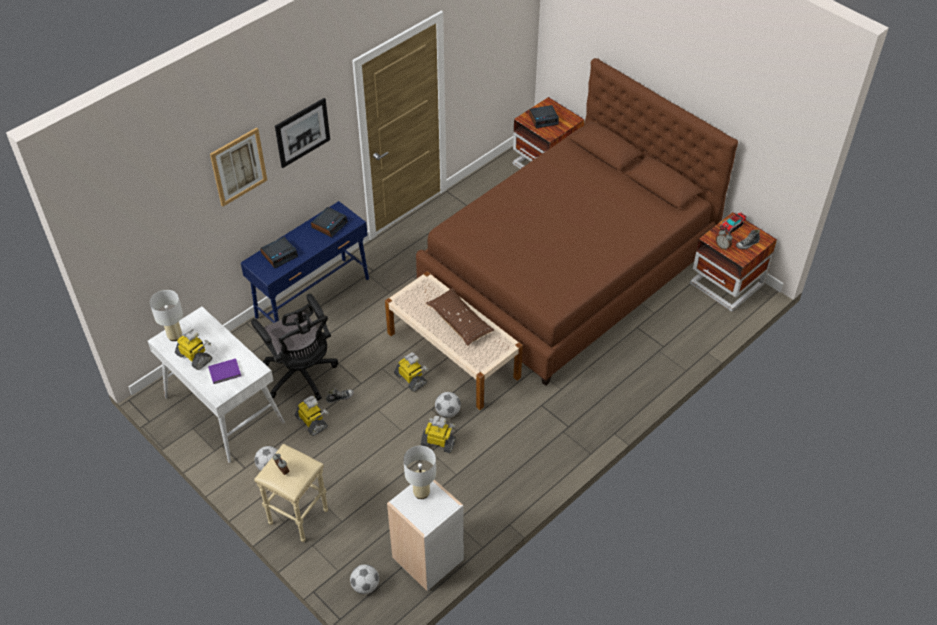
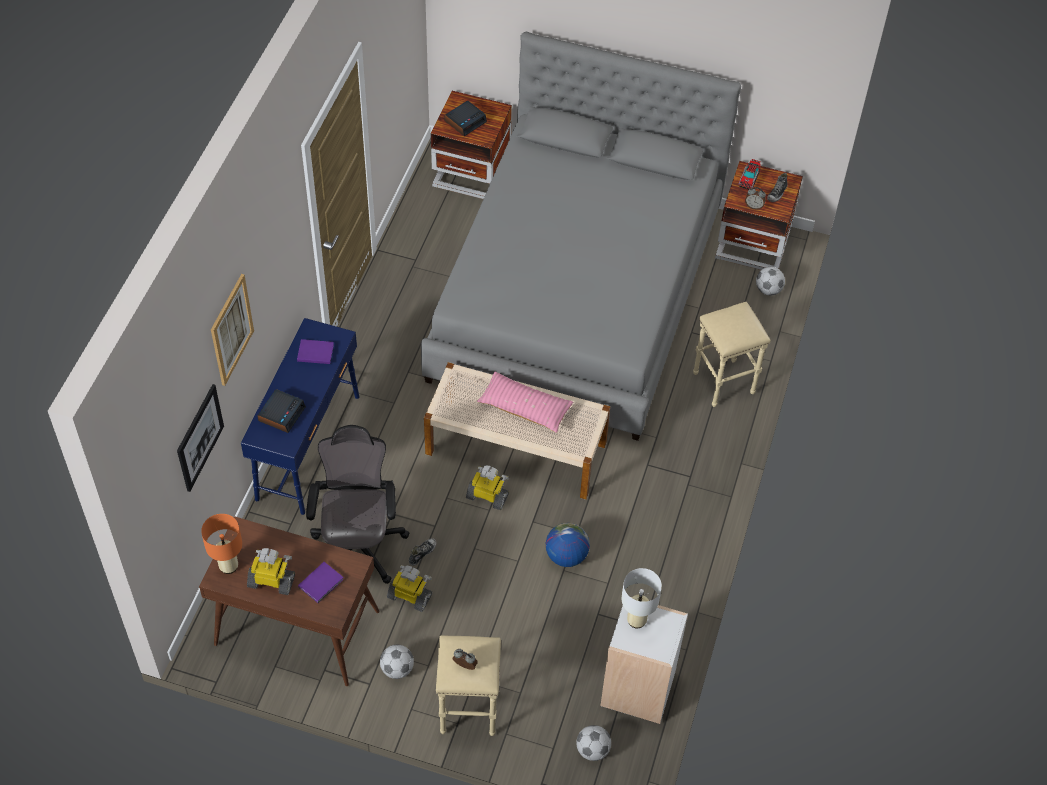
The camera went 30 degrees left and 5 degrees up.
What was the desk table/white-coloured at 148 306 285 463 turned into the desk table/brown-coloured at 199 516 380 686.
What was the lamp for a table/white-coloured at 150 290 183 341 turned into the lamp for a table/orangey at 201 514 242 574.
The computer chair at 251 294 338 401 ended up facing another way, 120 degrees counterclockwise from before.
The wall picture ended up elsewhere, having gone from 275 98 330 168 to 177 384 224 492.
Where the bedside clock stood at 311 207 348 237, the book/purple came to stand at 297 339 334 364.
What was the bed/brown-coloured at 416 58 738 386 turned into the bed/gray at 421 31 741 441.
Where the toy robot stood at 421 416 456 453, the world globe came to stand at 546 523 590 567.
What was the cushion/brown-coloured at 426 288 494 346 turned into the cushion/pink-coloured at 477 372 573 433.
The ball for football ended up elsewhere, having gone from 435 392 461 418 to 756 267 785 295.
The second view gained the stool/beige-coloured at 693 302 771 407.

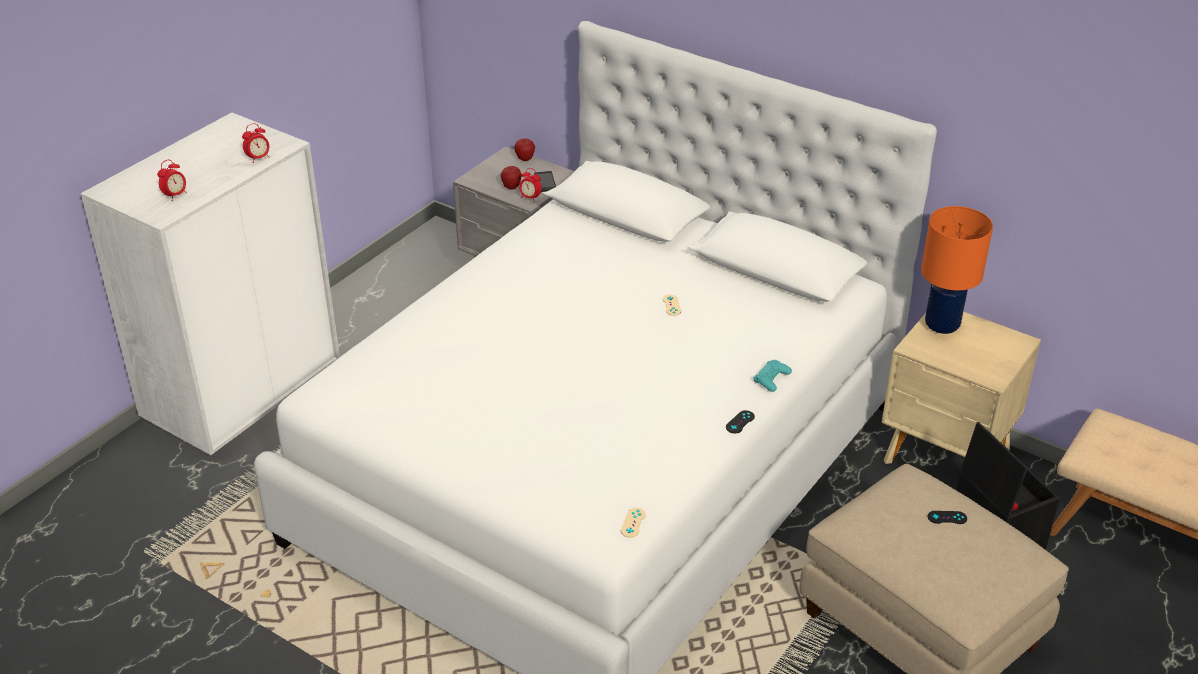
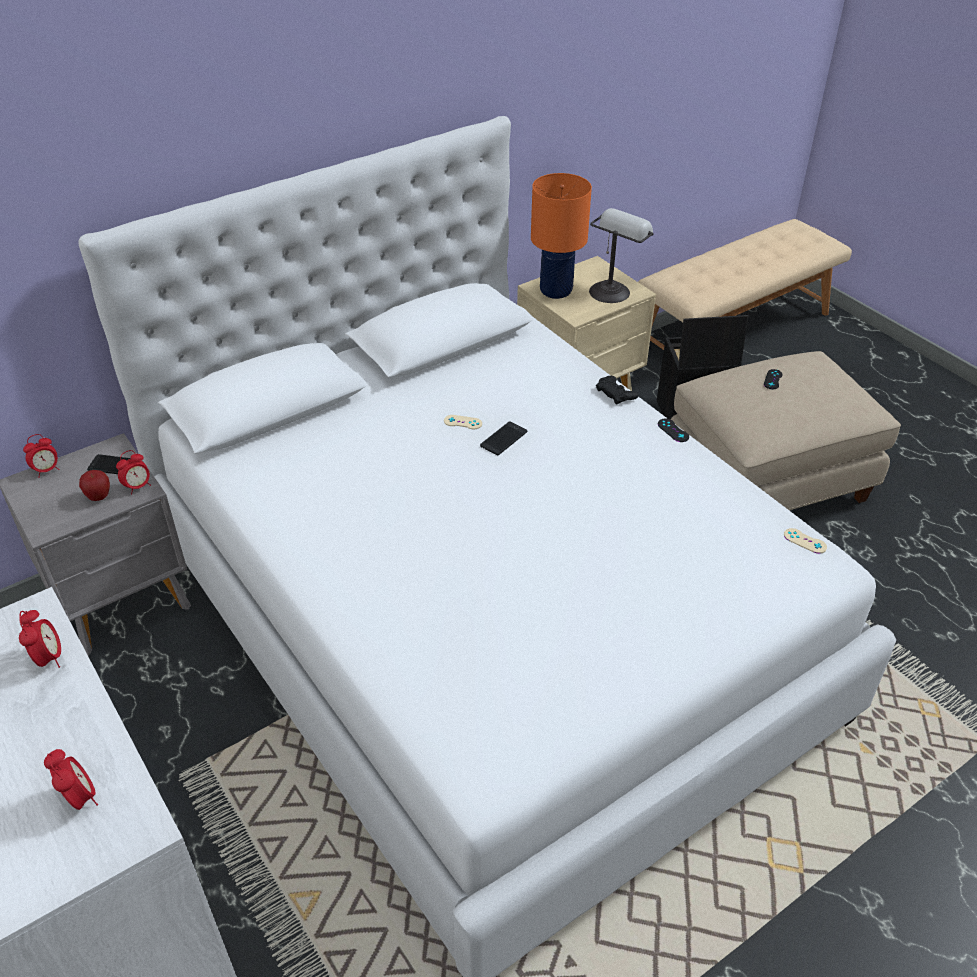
The camera went 70 degrees left and 5 degrees up.
Where the apple stood at 514 139 535 161, the bedside clock came to stand at 23 434 60 478.
What was the gamepad/turquoise at 753 360 792 392 turned into the gamepad/blackish at 596 376 638 405.
The second view gained the handset at 480 421 527 455.
The second view gained the lamp for a table at 589 208 654 303.

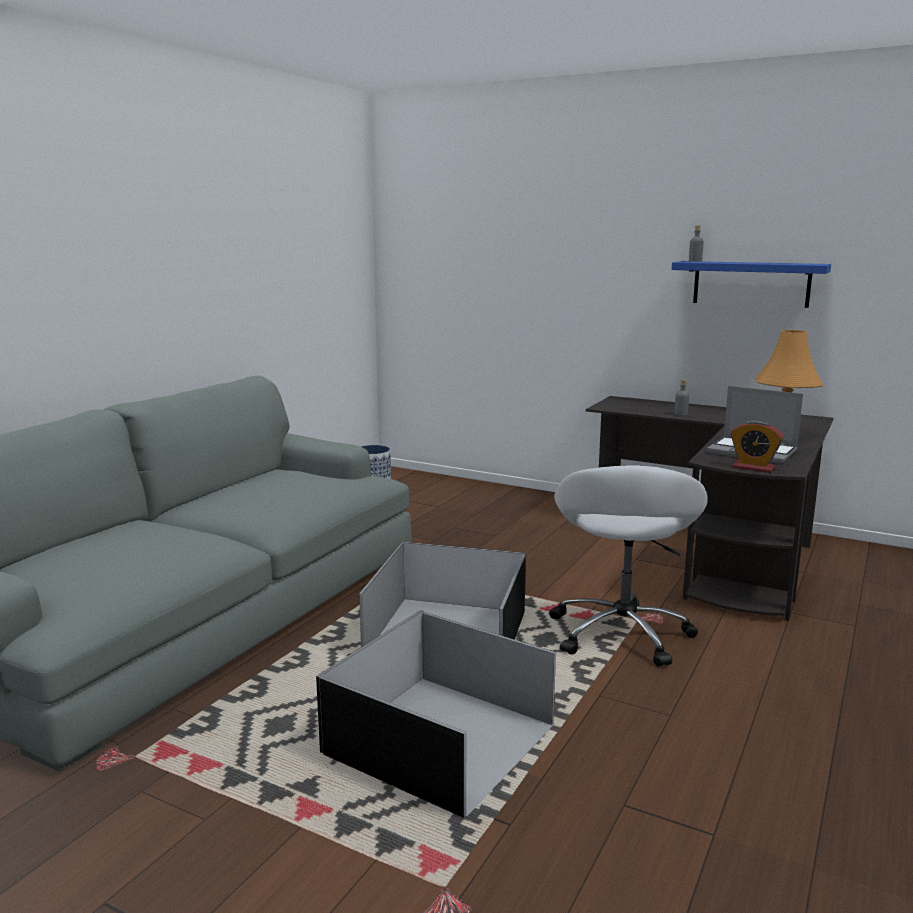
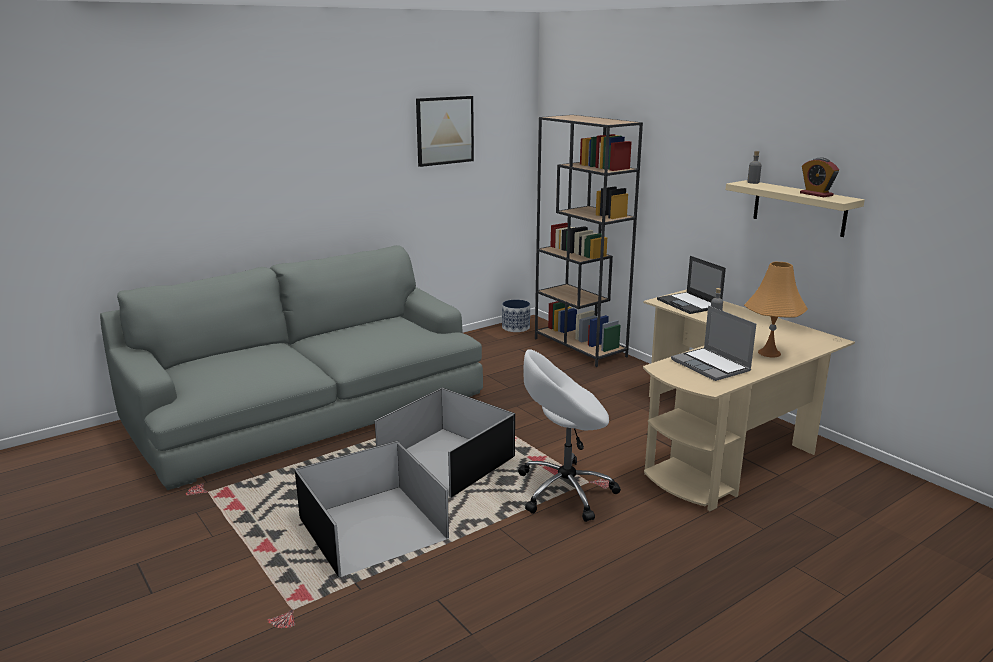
The camera went 25 degrees right and 5 degrees up.
The computer chair/white-coloured at 549 465 708 667 ended up facing another way, 45 degrees clockwise from before.
What was the desk table/blackish at 586 396 834 621 turned into the desk table/beige-coloured at 643 289 855 511.
What was the shelf/blue at 672 261 831 308 turned into the shelf/beige-coloured at 725 180 865 237.
The bedside clock ended up elsewhere, having gone from 731 420 784 473 to 800 158 839 197.
The second view gained the wall picture at 416 96 474 167.
The second view gained the bookshelf at 535 115 643 367.
The second view gained the notebook computer at 657 256 726 314.

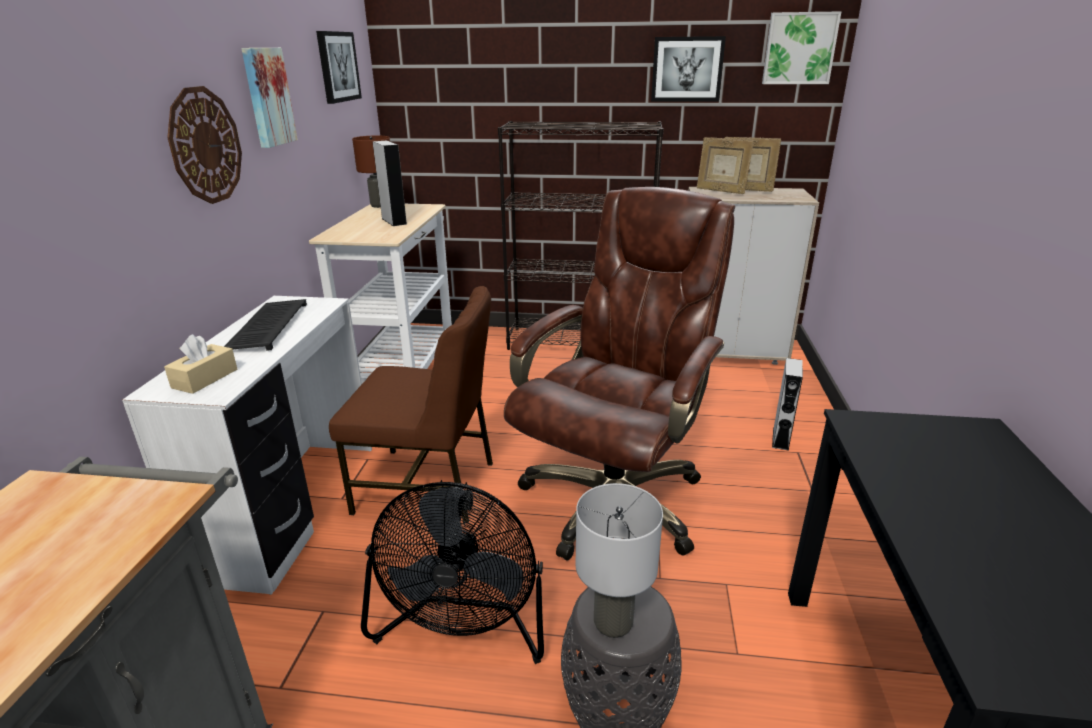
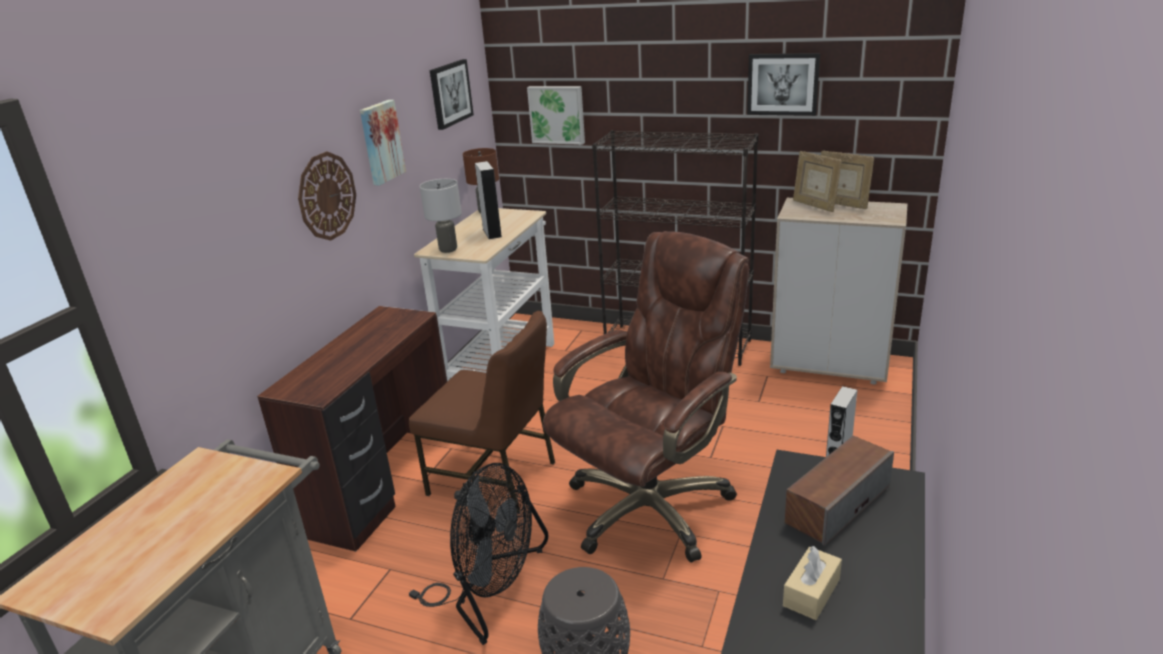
The camera went 15 degrees right and 0 degrees up.
What was the desk table/white-coloured at 122 296 372 595 turned into the desk table/brown-coloured at 257 306 447 552.
The box of tissues/beige-coloured ended up elsewhere, having gone from 164 334 237 394 to 783 546 842 620.
The second view lost the PC keyboard at 224 299 307 351.
The electric fan/blackish at 361 480 544 664 ended up facing another way, 90 degrees counterclockwise from before.
The lamp for a table/white-coloured ended up elsewhere, having gone from 575 483 663 638 to 420 179 462 253.
The wall picture ended up elsewhere, having gone from 762 11 841 84 to 527 86 585 145.
The second view gained the loudspeaker at 785 436 894 546.

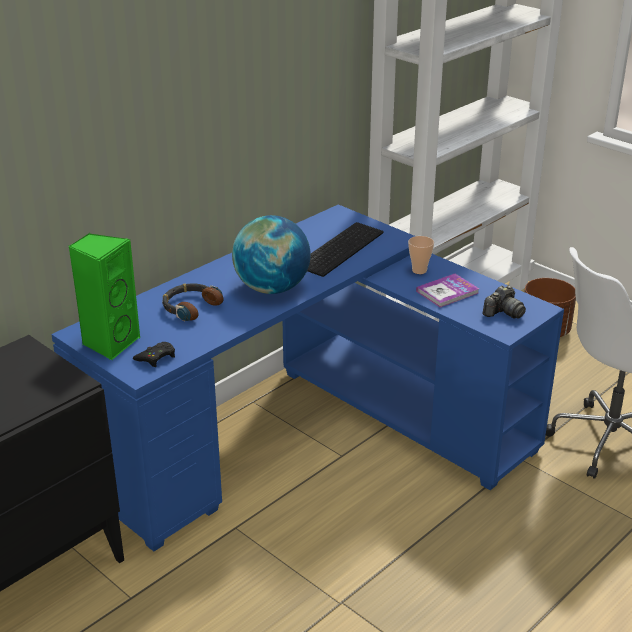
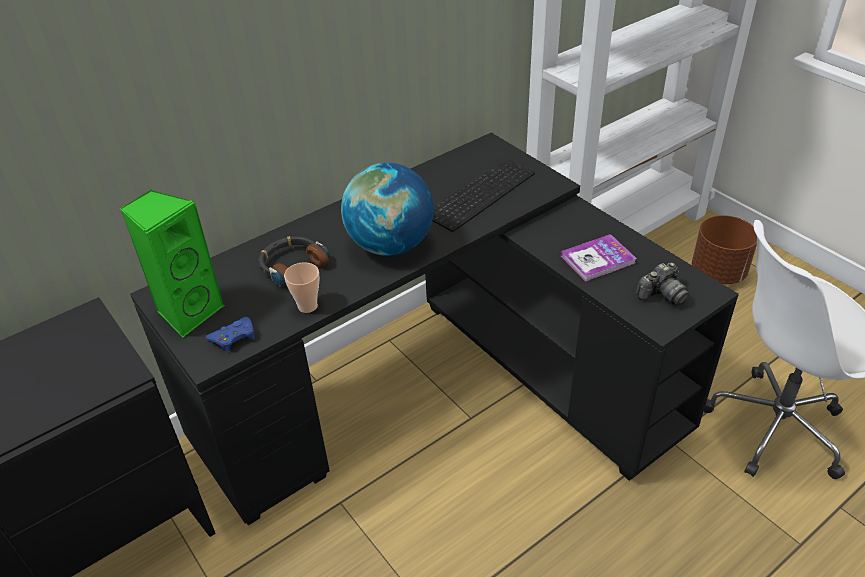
The camera went 10 degrees right and 10 degrees up.
What was the desk table/blue at 51 204 564 552 turned into the desk table/blackish at 130 132 739 525.
What was the gamepad/blackish at 133 342 175 367 turned into the gamepad/blue at 206 317 255 352.
The drinking cup ended up elsewhere, having gone from 408 236 434 274 to 284 262 319 313.

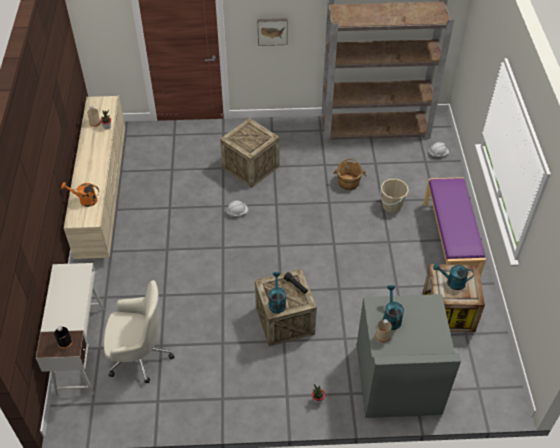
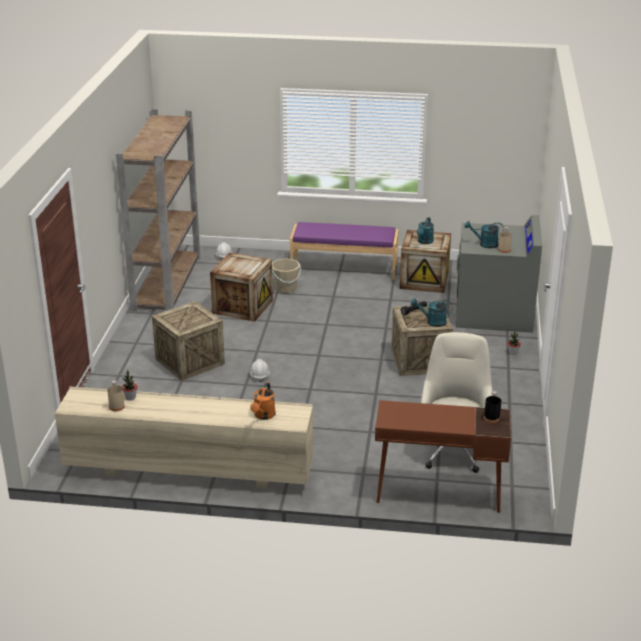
The camera went 80 degrees left and 20 degrees down.
What was the desk table/white-coloured at 36 263 105 396 turned into the desk table/brown-coloured at 375 400 511 513.
The second view lost the wall picture at 257 18 288 46.
Where the bucket/brown-coloured stood at 333 159 366 190, the crate came to stand at 210 253 273 322.

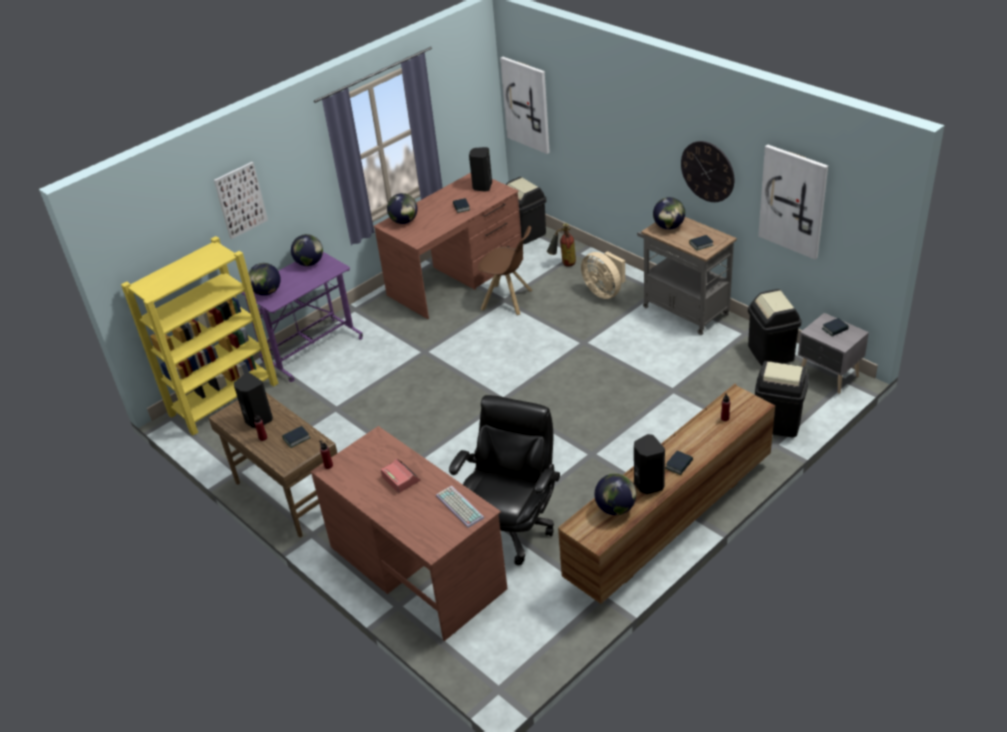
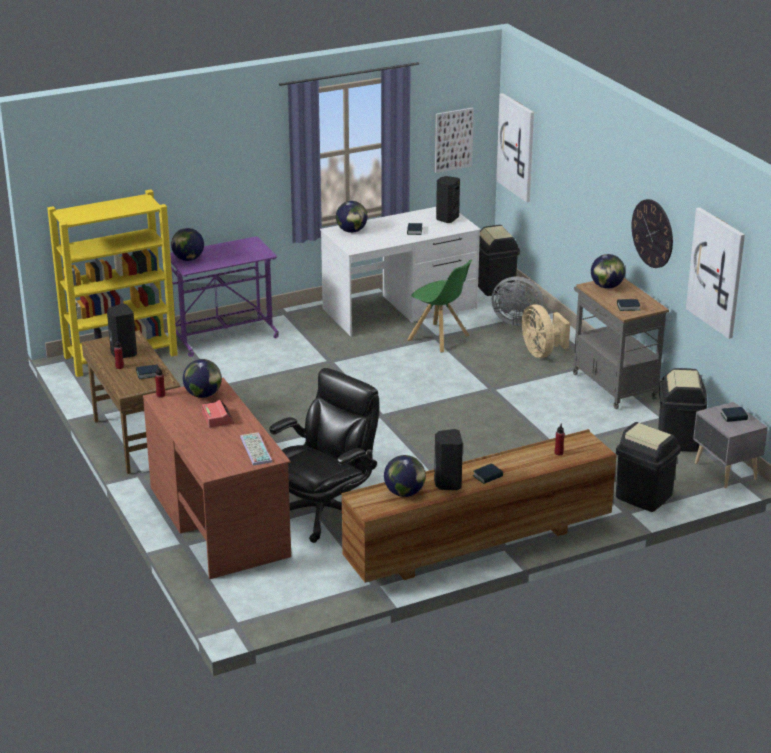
The camera went 15 degrees right and 10 degrees down.
The wall picture ended up elsewhere, having gone from 214 162 268 239 to 435 107 474 173.
The world globe ended up elsewhere, having gone from 291 234 323 266 to 183 359 222 398.
What was the desk table/brown-coloured at 373 173 523 319 turned into the desk table/white-coloured at 320 207 481 336.
What was the plain chair/brown-coloured at 478 226 533 315 turned into the plain chair/greenish at 407 259 472 352.
Where the extinguisher stood at 547 223 576 267, the electric fan/gray came to stand at 492 277 543 326.

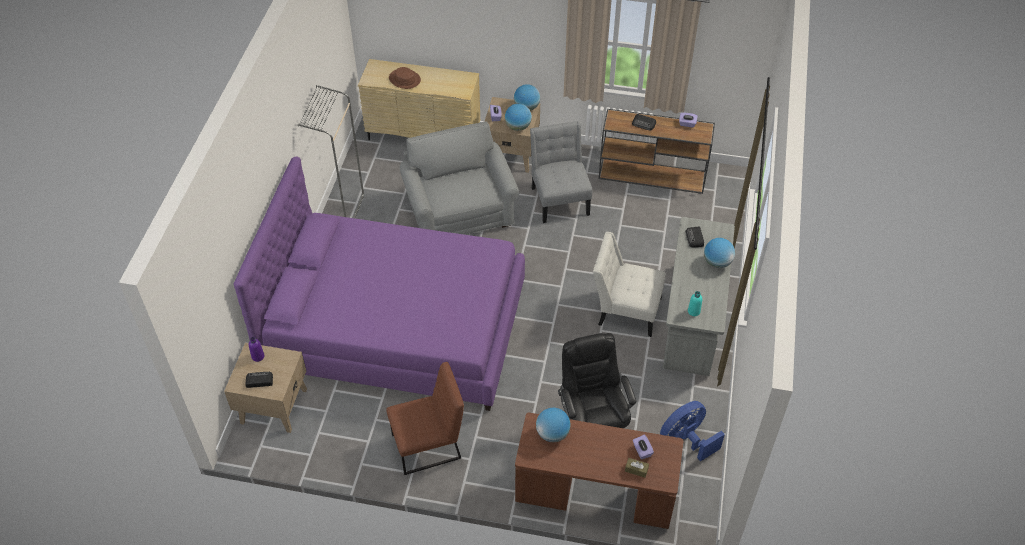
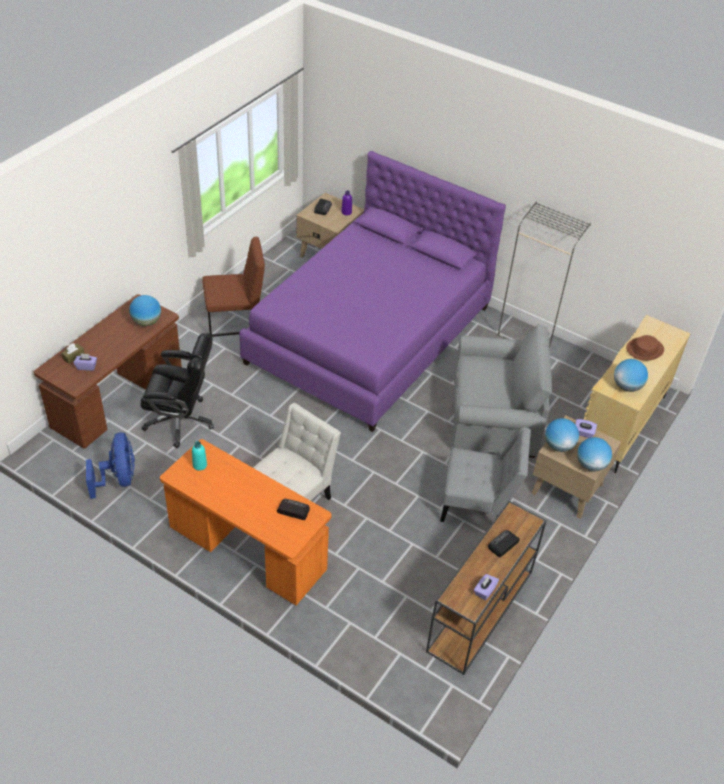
The camera went 110 degrees right and 5 degrees down.
The plain chair/brown-coloured at 386 362 464 475 ended up facing another way, 105 degrees counterclockwise from before.
What was the desk table/gray at 663 217 735 376 turned into the desk table/orangey at 160 439 332 606.
The world globe ended up elsewhere, having gone from 704 238 735 268 to 614 359 648 392.

